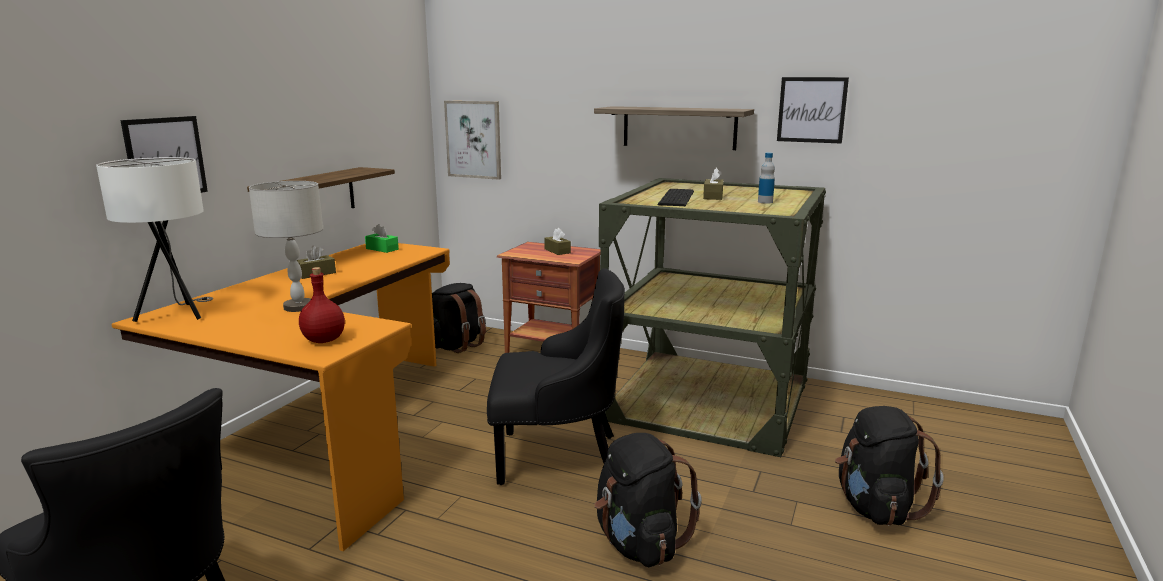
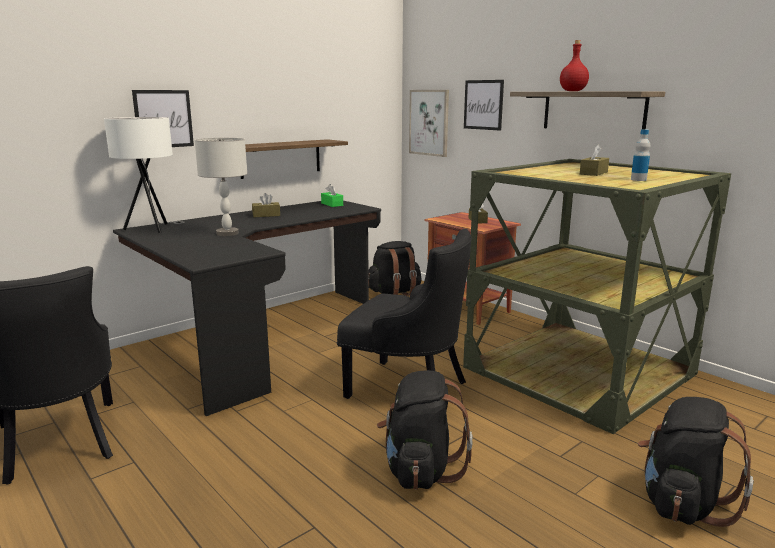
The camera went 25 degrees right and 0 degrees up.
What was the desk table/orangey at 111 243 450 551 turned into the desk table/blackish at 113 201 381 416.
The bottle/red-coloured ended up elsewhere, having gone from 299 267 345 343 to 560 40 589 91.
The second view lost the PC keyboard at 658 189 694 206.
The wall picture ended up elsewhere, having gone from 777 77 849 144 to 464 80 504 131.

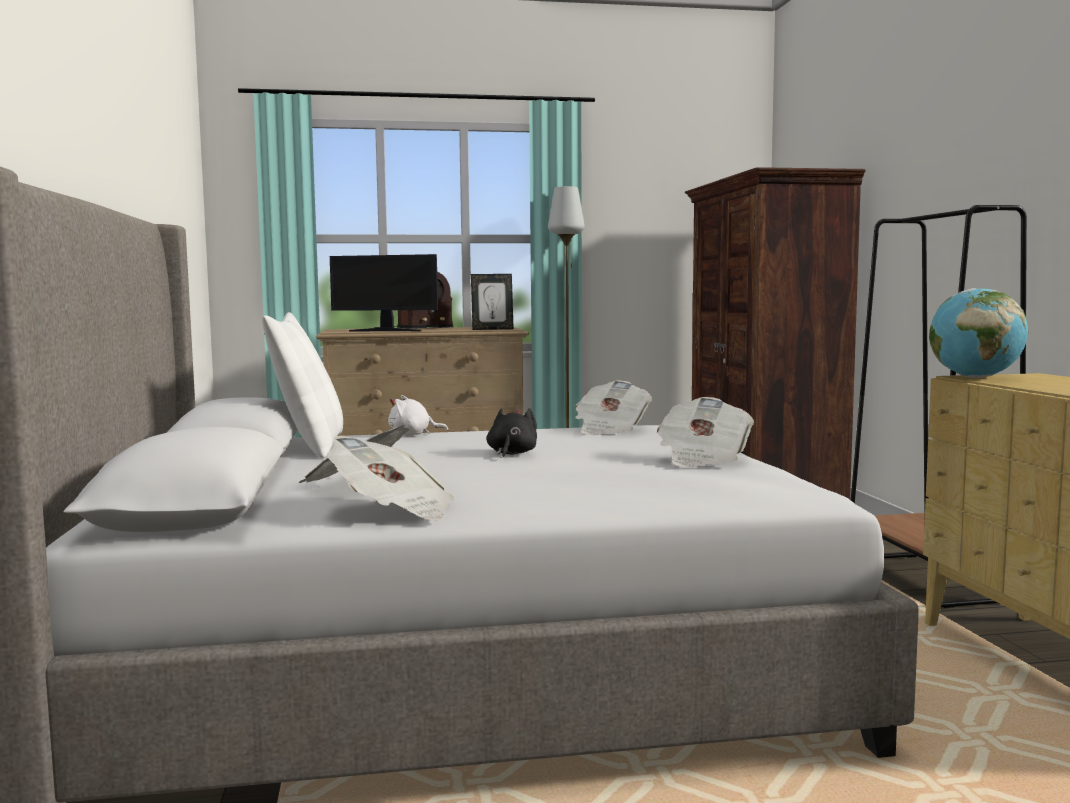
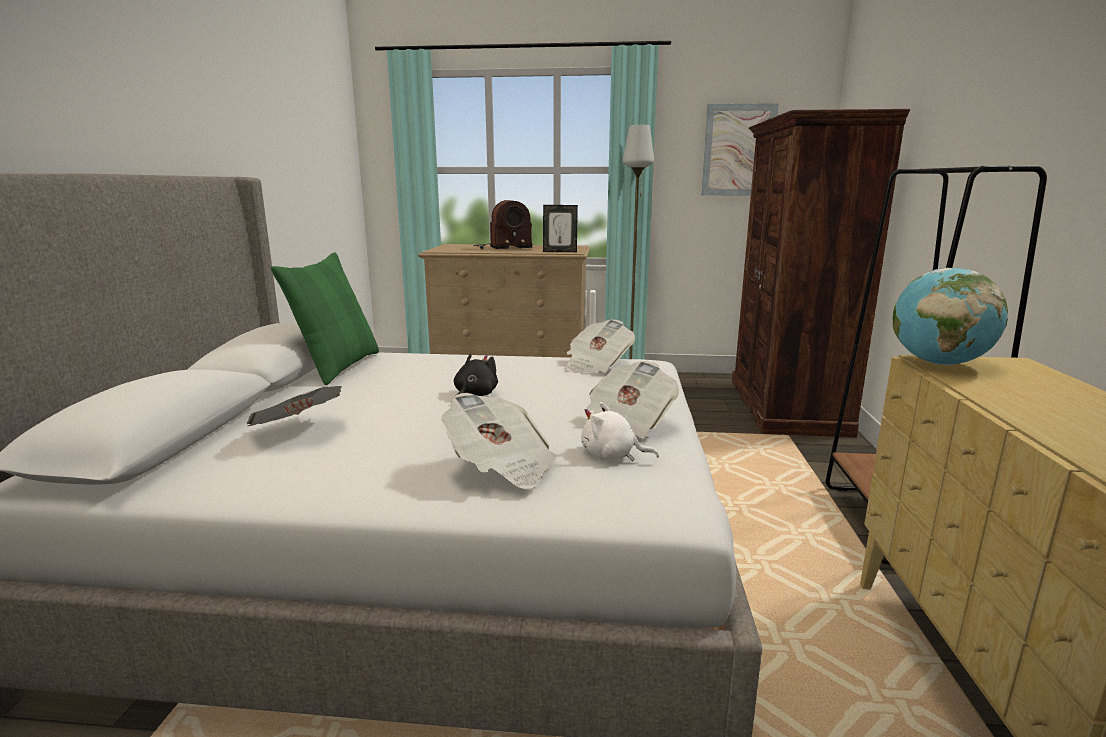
The camera went 15 degrees right and 10 degrees up.
What was the cushion/white-coloured at 262 312 343 458 turned into the cushion/greenish at 271 252 379 385.
The daily paper ended up elsewhere, having gone from 327 436 454 521 to 441 393 556 489.
The second view lost the computer display at 330 254 438 331.
The plush toy/white-coloured ended up elsewhere, having gone from 388 395 448 435 to 581 402 659 461.
The second view gained the wall picture at 701 103 779 196.

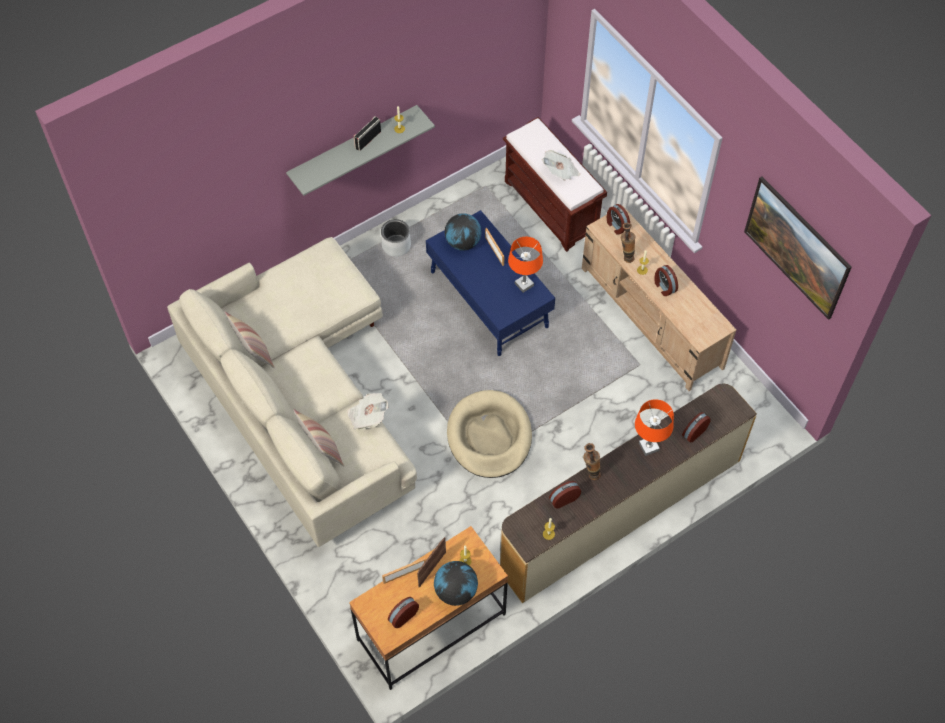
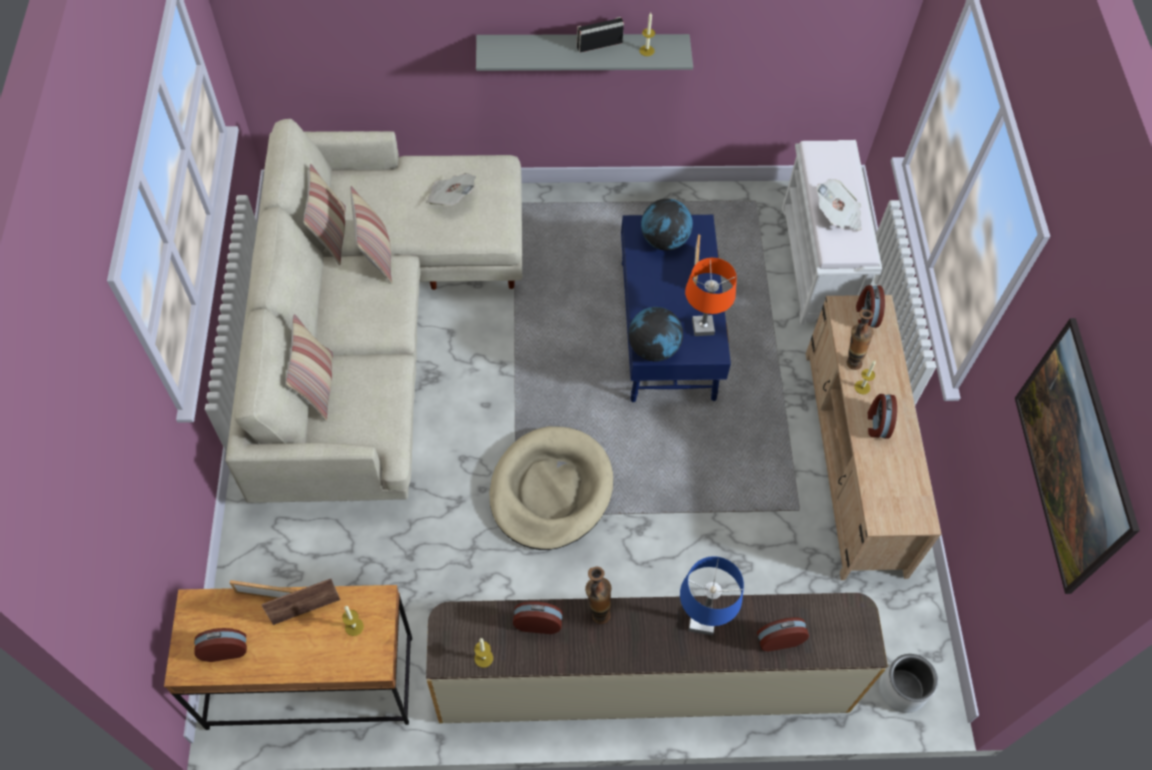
The camera went 30 degrees right and 0 degrees up.
The daily paper ended up elsewhere, having gone from 347 393 388 430 to 426 173 476 207.
The flower pot/gray ended up elsewhere, having gone from 381 219 411 257 to 879 654 938 713.
The world globe ended up elsewhere, having gone from 434 561 478 606 to 628 307 683 361.
What was the indoor bench/brown-coloured at 503 117 607 252 turned into the indoor bench/white-coloured at 782 140 882 325.
What was the lamp for a table/orangey at 635 399 674 456 turned into the lamp for a table/blue at 680 556 744 635.
The second view gained the cushion at 350 186 392 284.

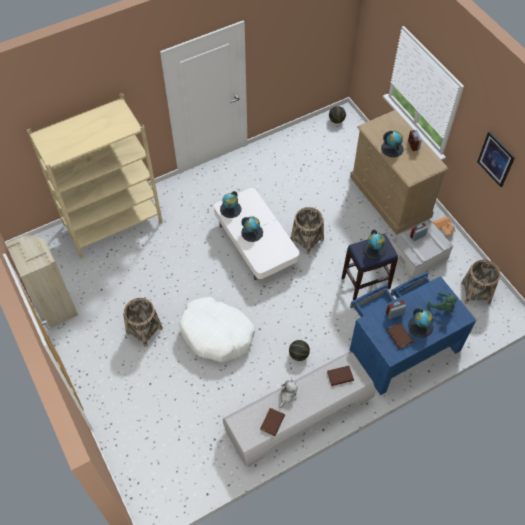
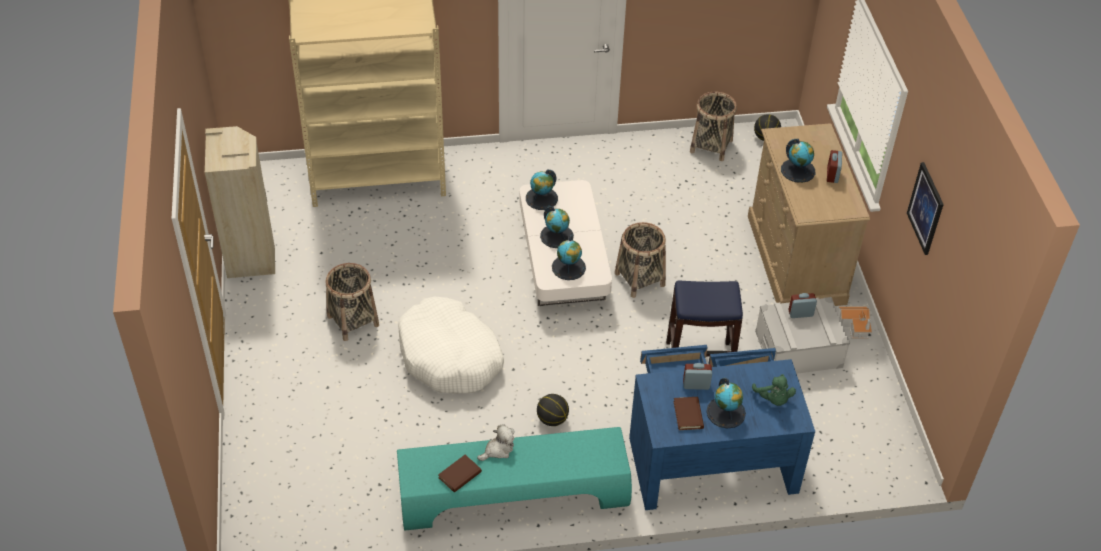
The camera went 20 degrees right and 10 degrees down.
What was the indoor bench/gray at 223 352 375 467 turned into the indoor bench/turquoise at 397 427 632 531.
The second view lost the book/brown-coloured at 327 366 354 386.
The world globe ended up elsewhere, having gone from 363 229 386 260 to 552 235 586 280.
The basket ended up elsewhere, having gone from 461 260 501 304 to 690 92 737 161.

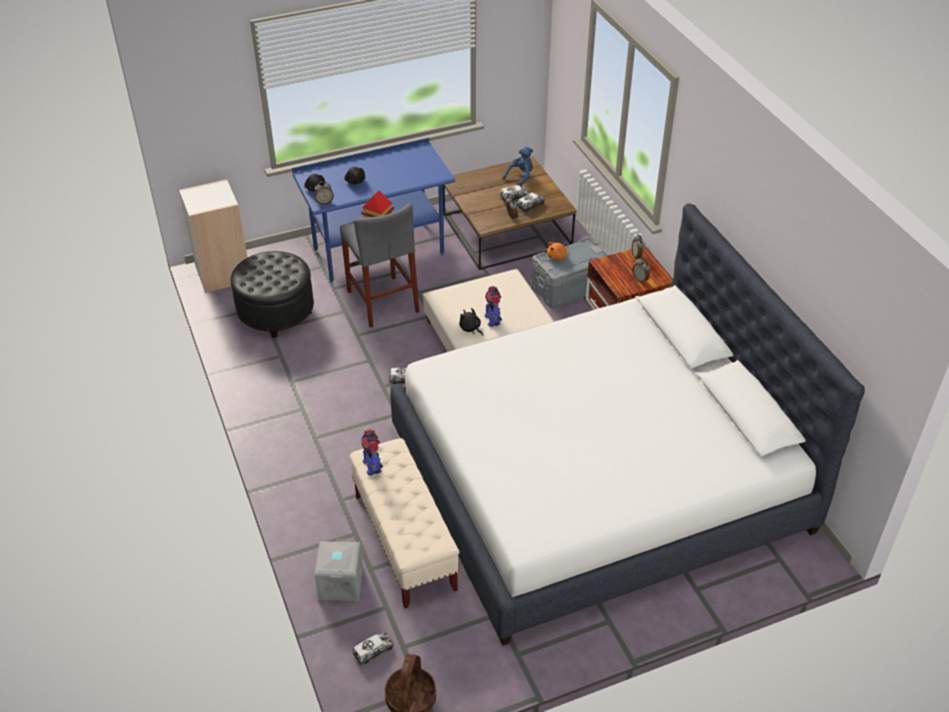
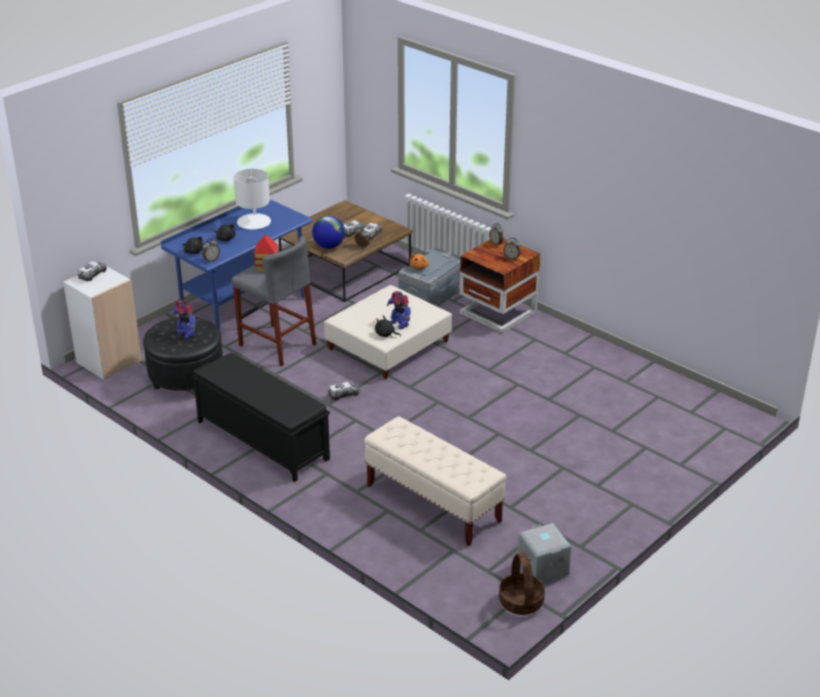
The camera went 25 degrees left and 10 degrees down.
The storage bin/gray ended up elsewhere, having gone from 314 539 363 601 to 518 523 571 584.
The toy truck ended up elsewhere, having gone from 352 632 394 664 to 78 261 107 281.
The toy robot ended up elsewhere, having gone from 361 429 383 475 to 172 300 196 339.
The second view lost the bed/white-coloured at 390 204 865 646.
The second view lost the plush toy/blue at 503 147 533 186.
The second view gained the indoor bench/blackish at 192 353 330 482.
The second view gained the lamp for a table/white-coloured at 234 169 271 230.
The second view gained the world globe at 312 216 345 249.

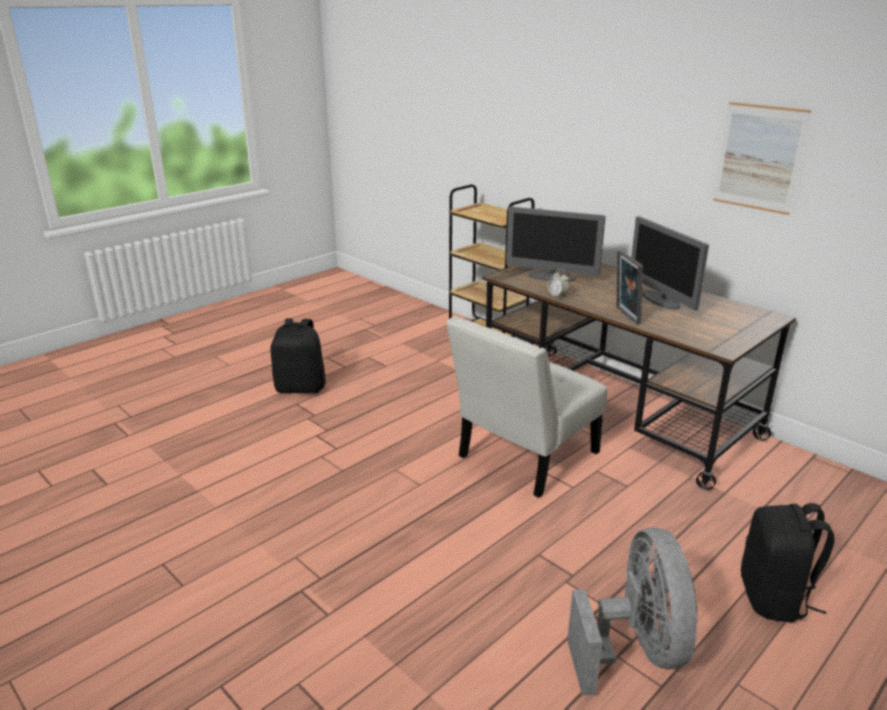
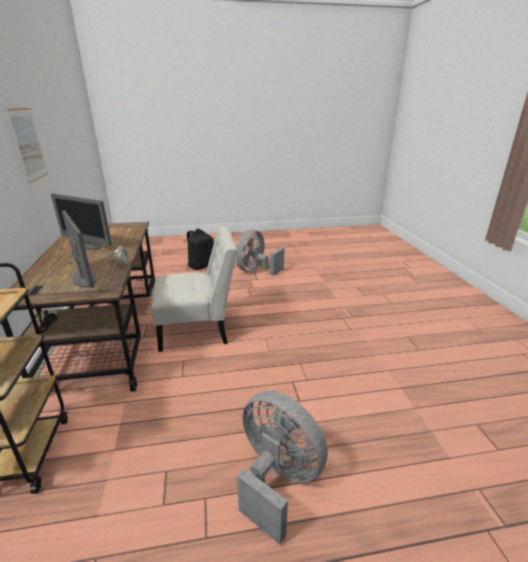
The camera went 145 degrees left and 0 degrees up.
Where the backpack/blackish stood at 271 318 326 394, the electric fan/gray came to stand at 237 391 328 545.
The second view lost the standing frame at 616 250 643 325.
The computer display at 631 216 709 310 ended up facing another way, 105 degrees clockwise from before.

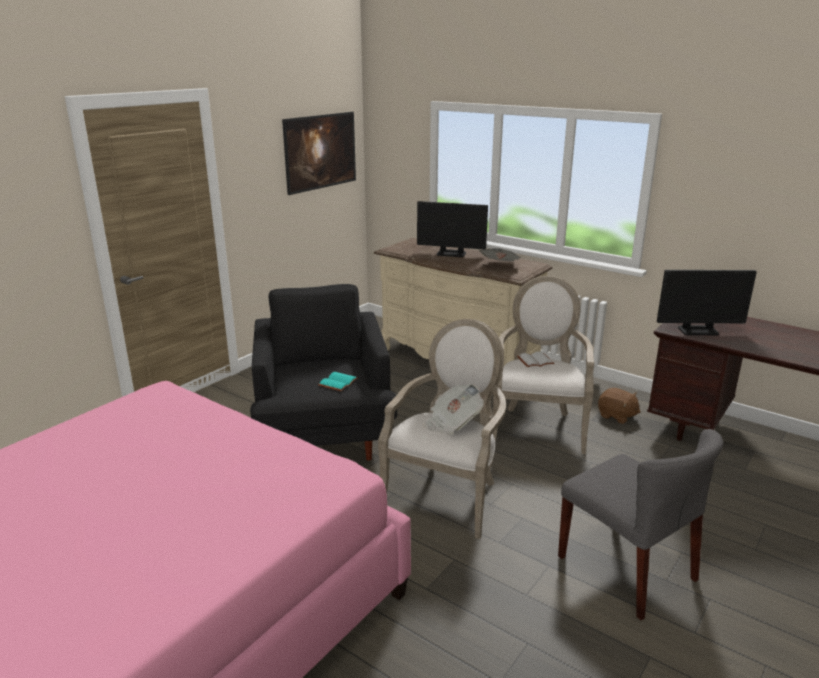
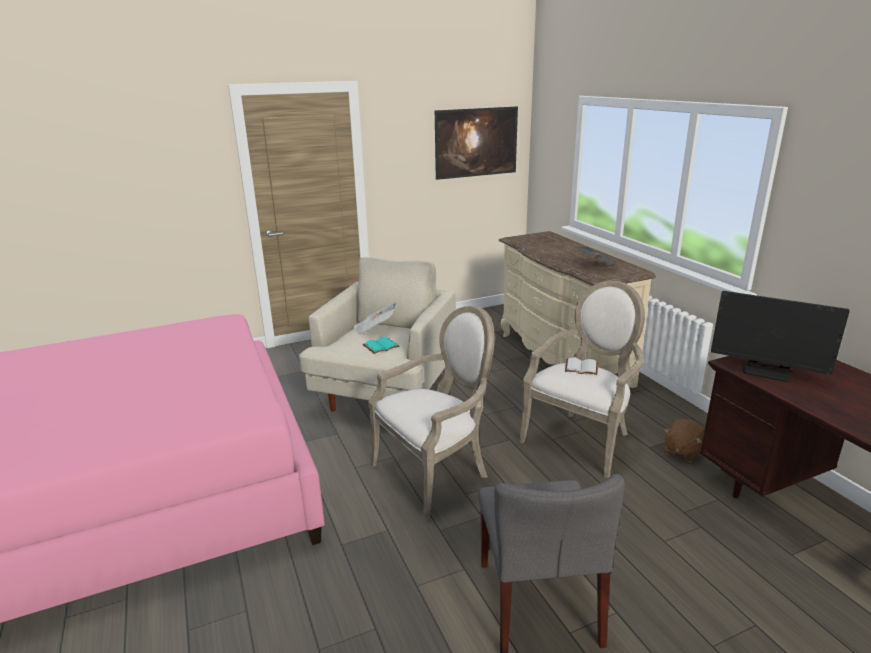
The camera went 30 degrees right and 0 degrees up.
What was the lounge chair/blackish at 250 284 397 461 turned into the lounge chair/beige-coloured at 299 257 456 412.
The second view lost the computer display at 417 201 488 257.
The daily paper ended up elsewhere, having gone from 423 384 484 435 to 353 303 398 334.
The plush toy/brown-coloured at 598 388 641 424 ended up facing another way, 60 degrees clockwise from before.

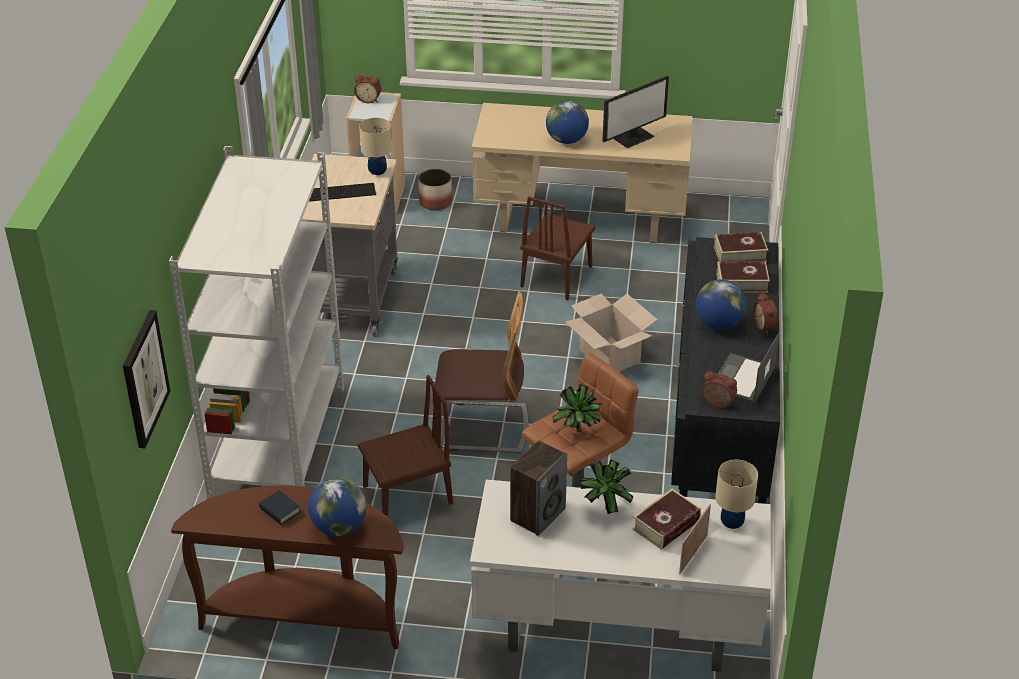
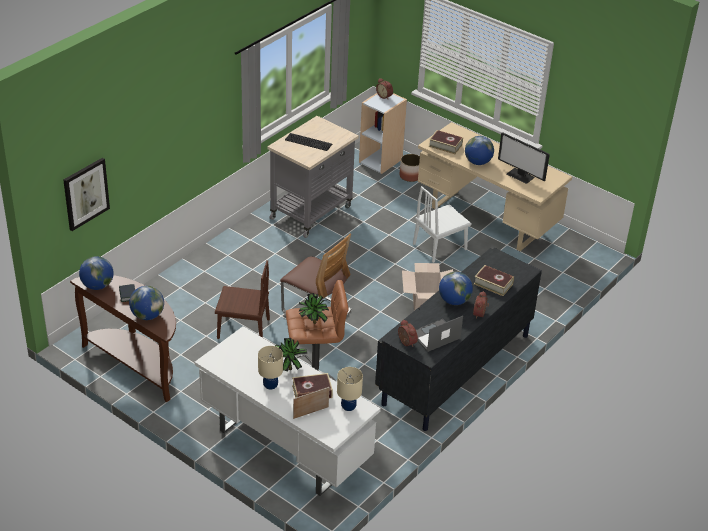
The camera went 30 degrees right and 0 degrees up.
The second view lost the bookshelf/white-coloured at 169 146 344 499.
The lamp for a table/beige-coloured ended up elsewhere, having gone from 359 118 392 175 to 258 346 283 390.
The second view lost the loudspeaker at 510 440 567 536.
What was the plain chair/brown-coloured at 520 196 595 300 turned into the plain chair/white-coloured at 413 186 471 263.
The computer display at 602 76 669 148 ended up facing another way, 45 degrees clockwise from before.
The book ended up elsewhere, having gone from 714 232 768 262 to 429 130 463 154.
The second view gained the world globe at 79 256 114 290.

